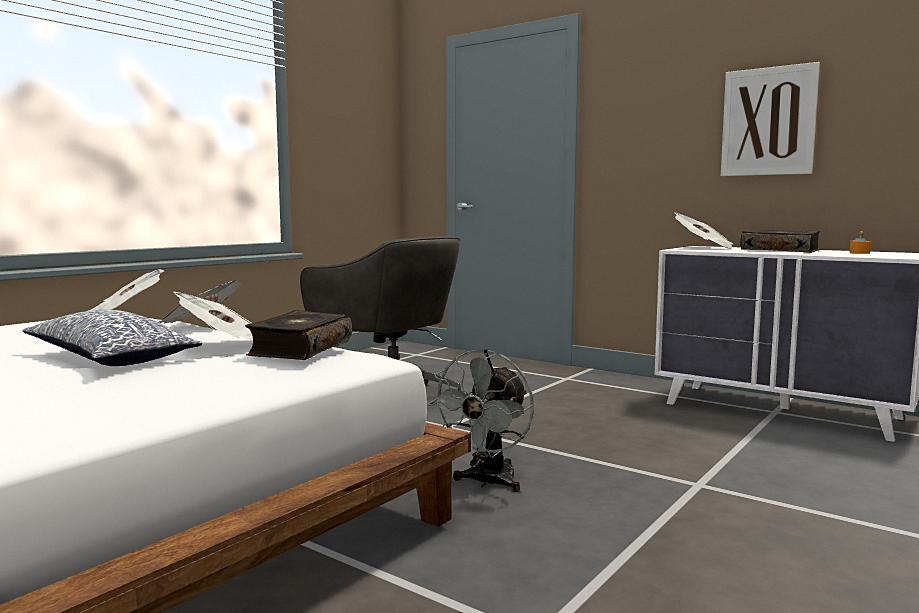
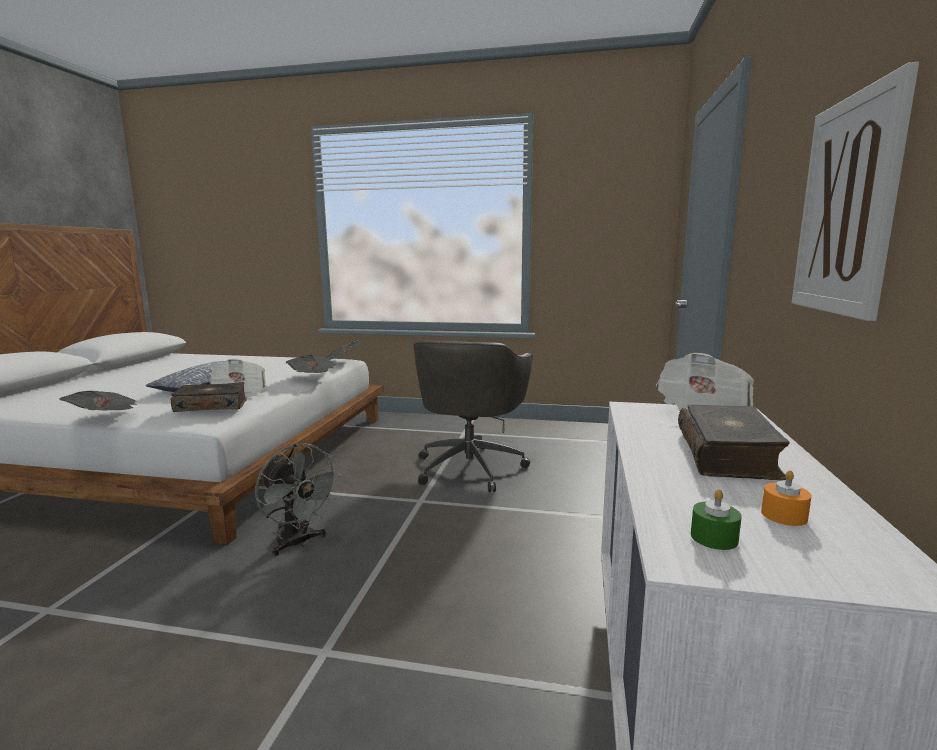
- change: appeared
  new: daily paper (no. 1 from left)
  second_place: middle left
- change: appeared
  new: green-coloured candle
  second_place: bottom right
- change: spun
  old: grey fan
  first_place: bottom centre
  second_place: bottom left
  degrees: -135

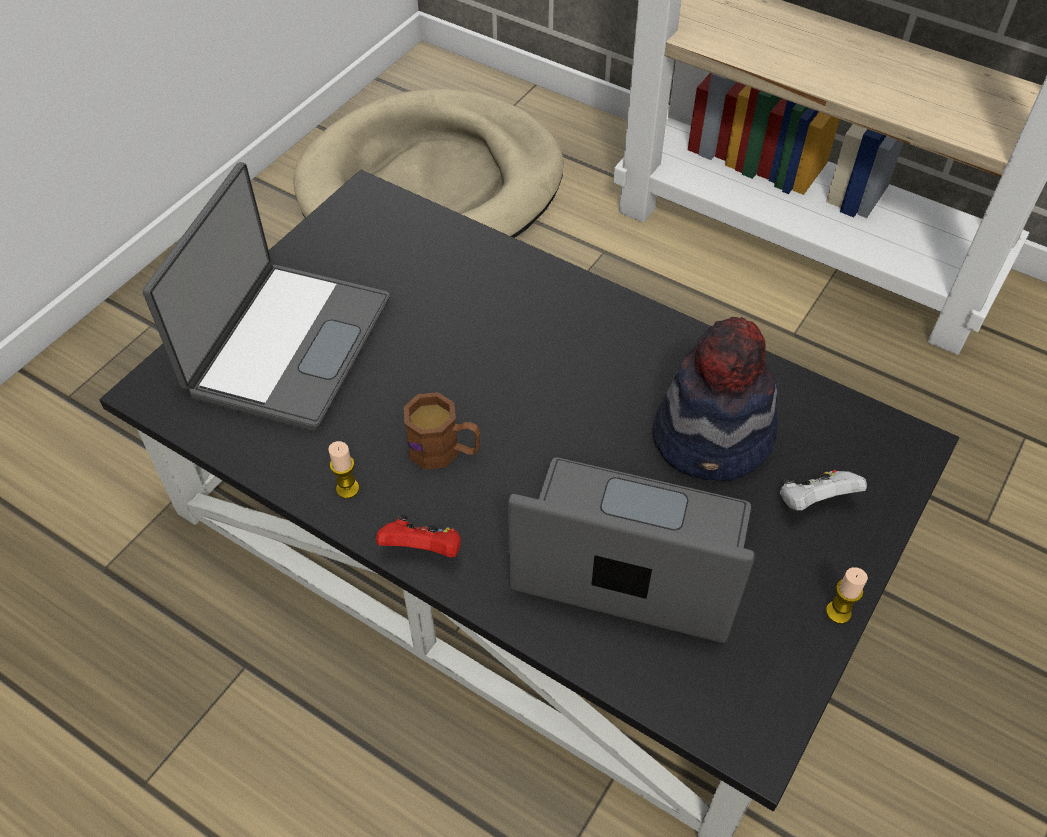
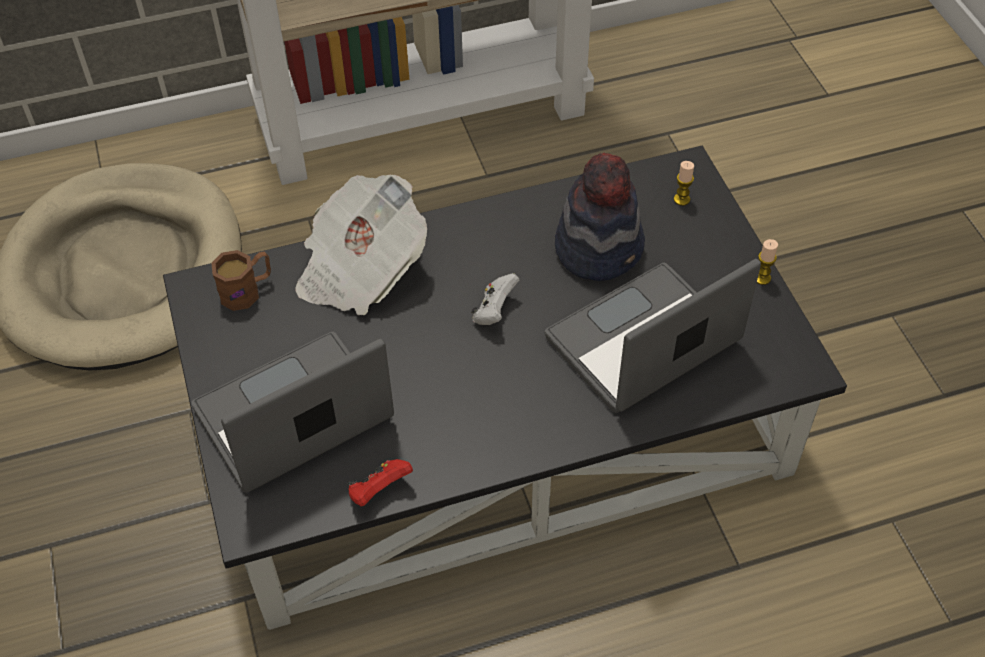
- change: appeared
  new: daily paper
  second_place: centre
- change: relocated
  old: candle (no. 1 from left)
  first_place: middle left
  second_place: top right
- change: relocated
  old: reddish gamepad
  first_place: centre
  second_place: bottom centre
- change: relocated
  old: brown mug
  first_place: centre
  second_place: middle left
- change: relocated
  old: white gamepad
  first_place: middle right
  second_place: centre
- change: spun
  old: laptop (no. 1 from left)
  first_place: middle left
  second_place: middle left
  degrees: -90

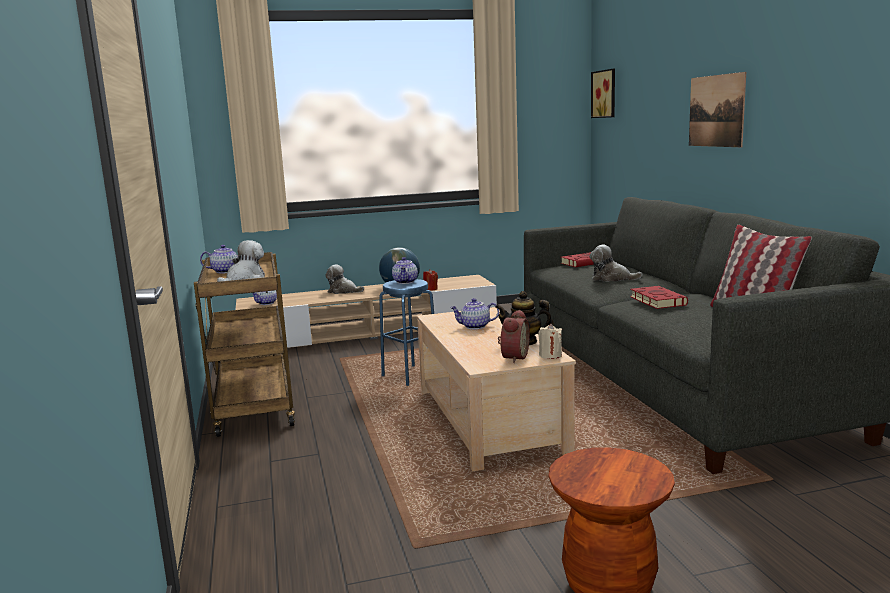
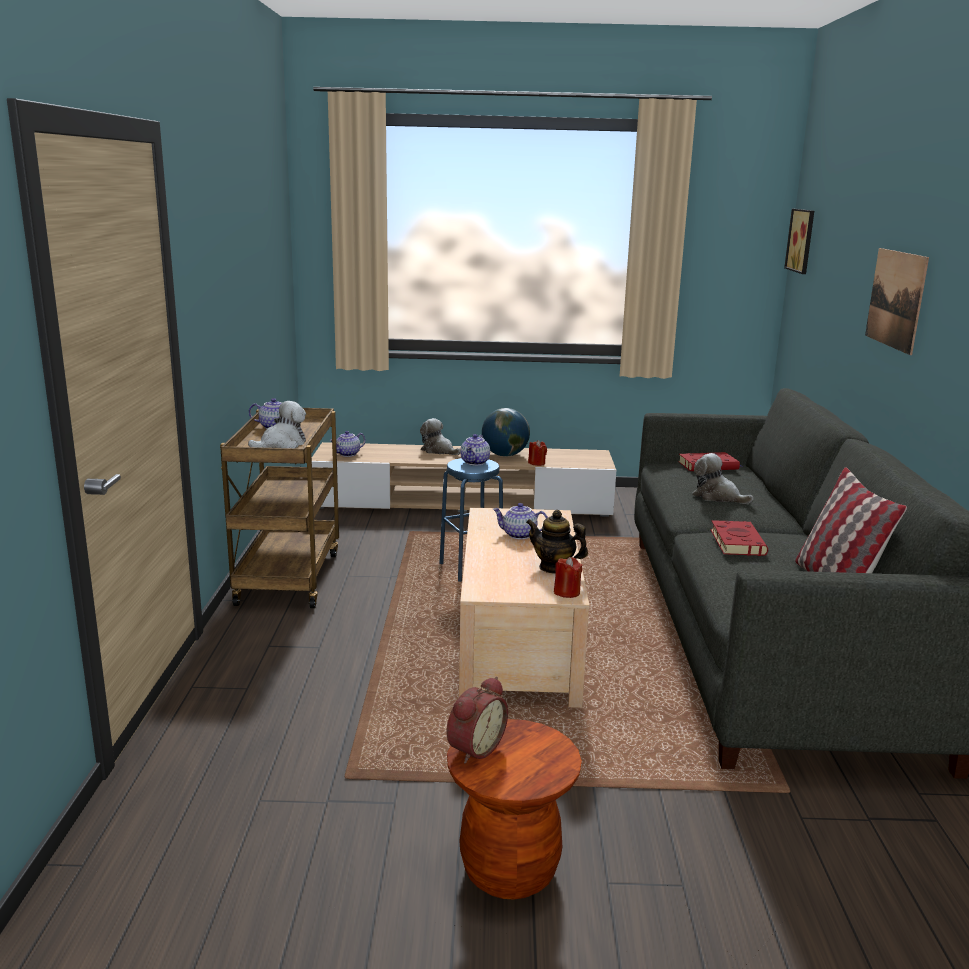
- change: relocated
  old: alarm clock
  first_place: centre
  second_place: bottom centre
- change: colour
  old: sand-coloured candle
  new: reddish candle (no. 2 from left)
  first_place: centre
  second_place: centre

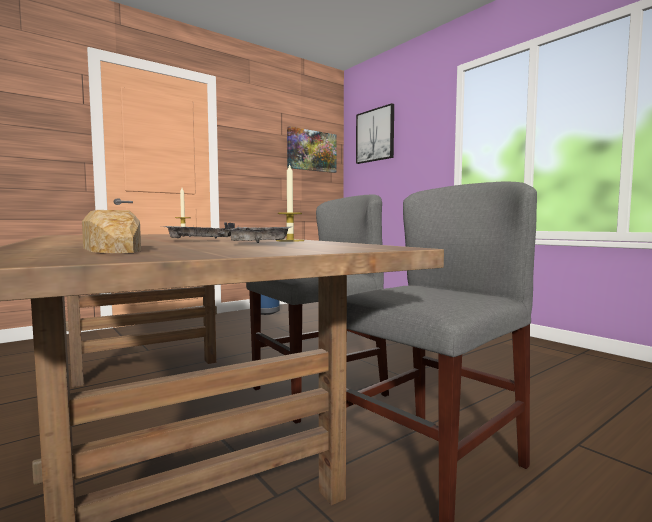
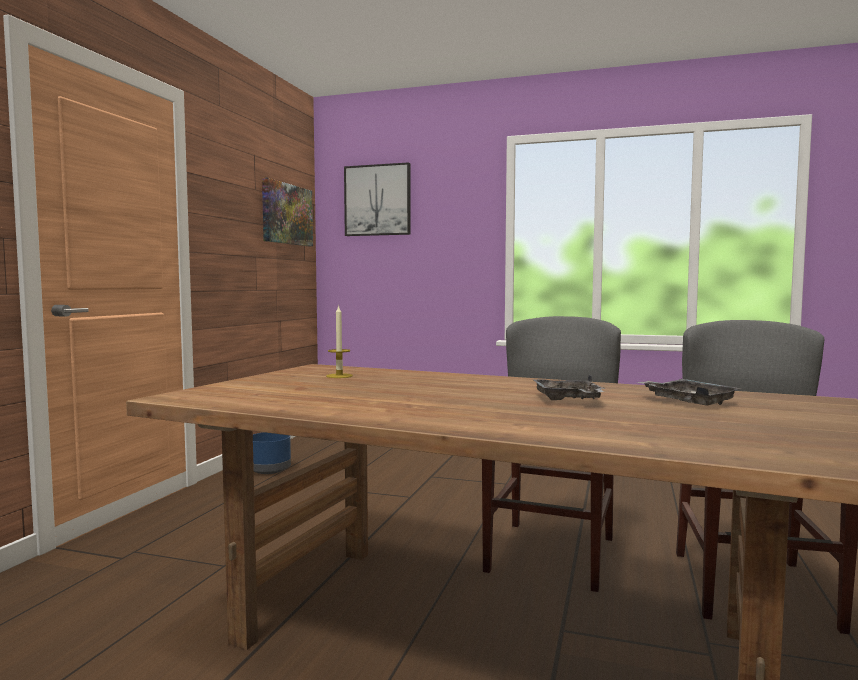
- change: missing
  old: baked bread
  first_place: middle left
- change: missing
  old: candle (no. 2 from left)
  first_place: centre

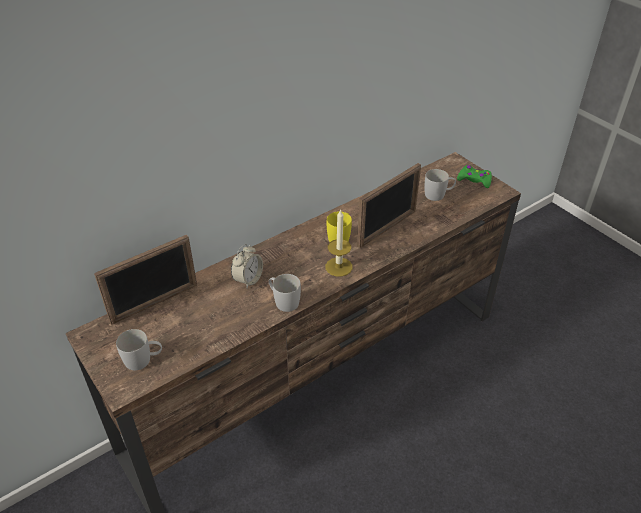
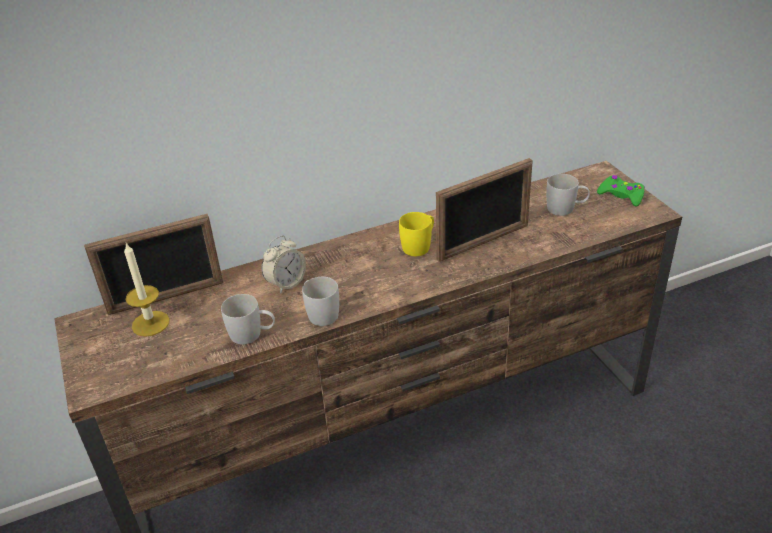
- change: relocated
  old: white mug (no. 1 from left)
  first_place: bottom left
  second_place: middle left
- change: relocated
  old: candle
  first_place: centre
  second_place: middle left

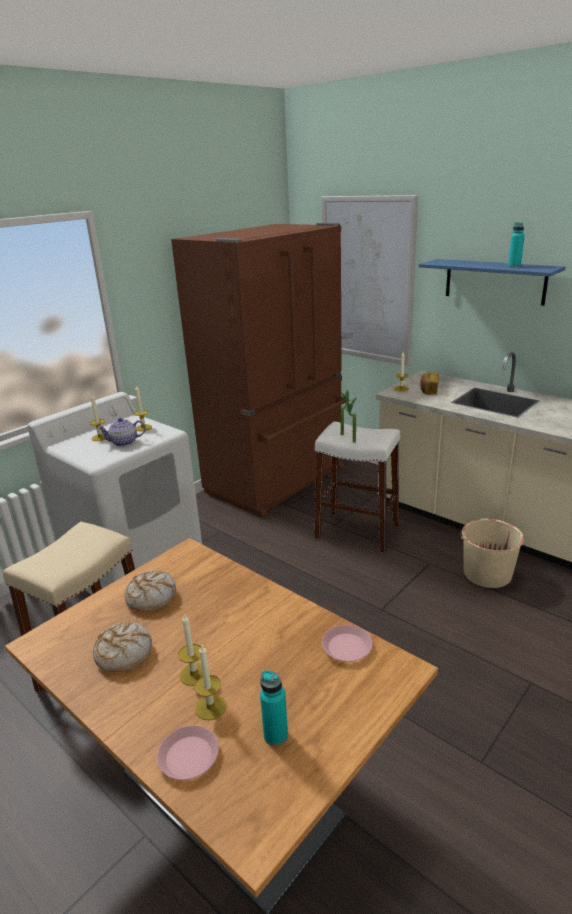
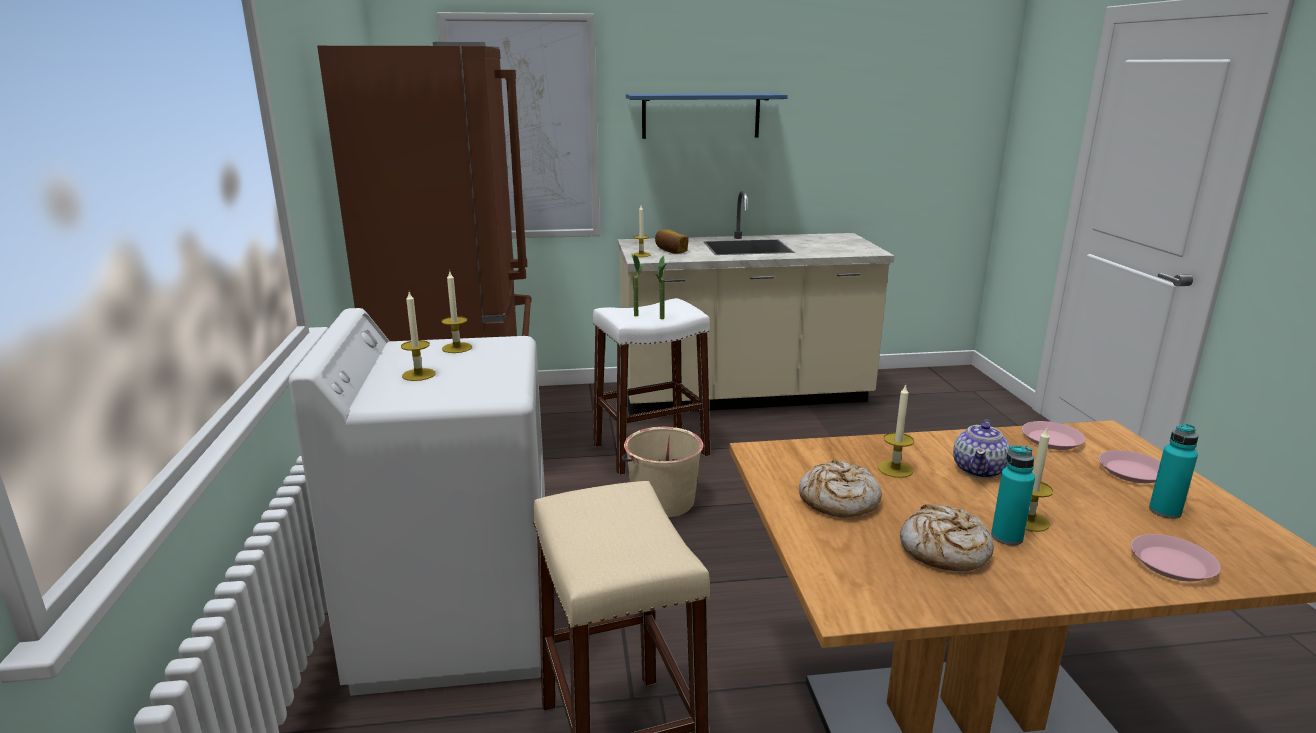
- change: appeared
  new: pinkish dinner plate (no. 2 from left)
  second_place: middle right
- change: relocated
  old: tea pot
  first_place: middle left
  second_place: middle right
- change: relocated
  old: candle (no. 4 from left)
  first_place: bottom centre
  second_place: middle right
- change: relocated
  old: sand-coloured pail
  first_place: middle right
  second_place: centre
- change: relocated
  old: turquoise-coloured drink bottle (no. 2 from left in the first image)
  new: turquoise-coloured drink bottle (no. 1 from left)
  first_place: top right
  second_place: bottom right

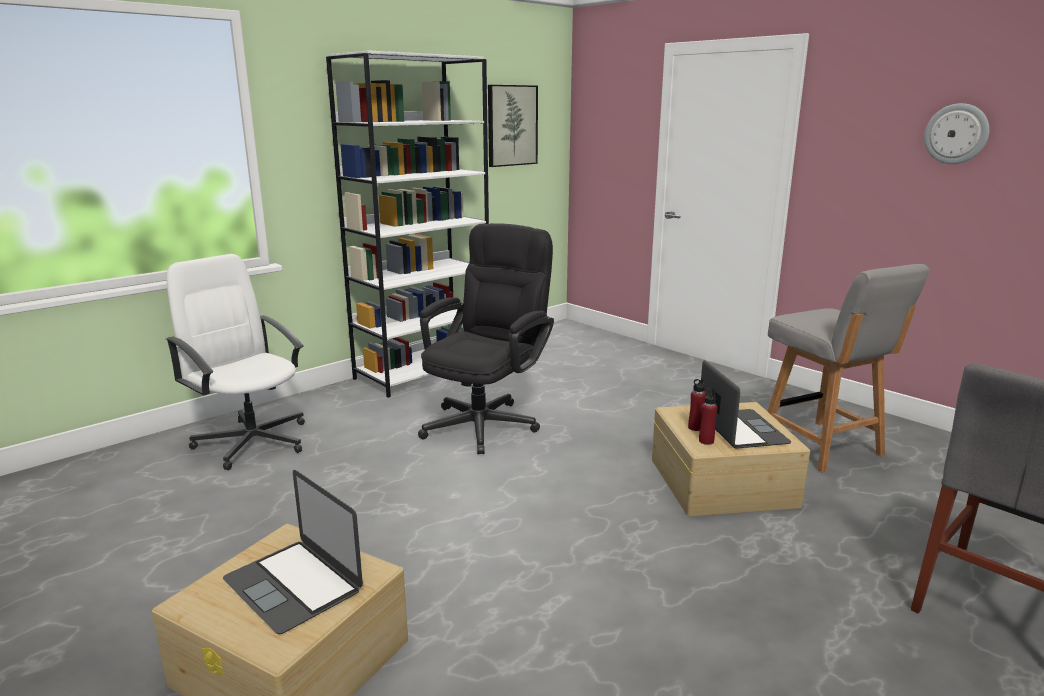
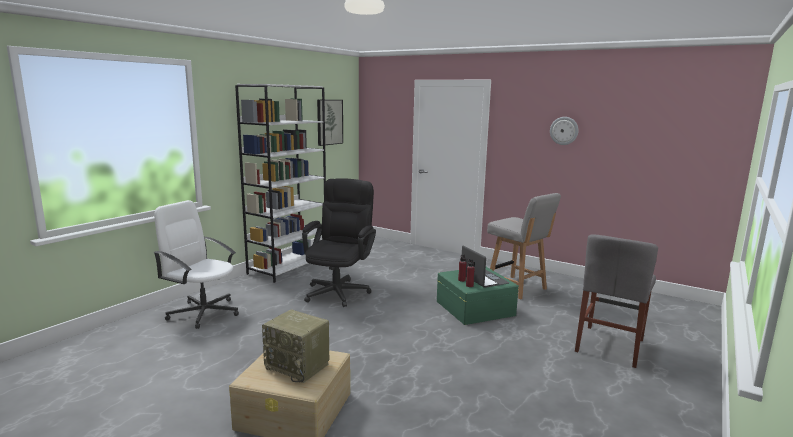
- change: exchanged
  old: laptop (no. 1 from left)
  new: radio set
  first_place: bottom left
  second_place: bottom centre
- change: colour
  old: sand-coloured storage box (no. 2 from left)
  new: green-coloured storage box
  first_place: middle right
  second_place: bottom centre

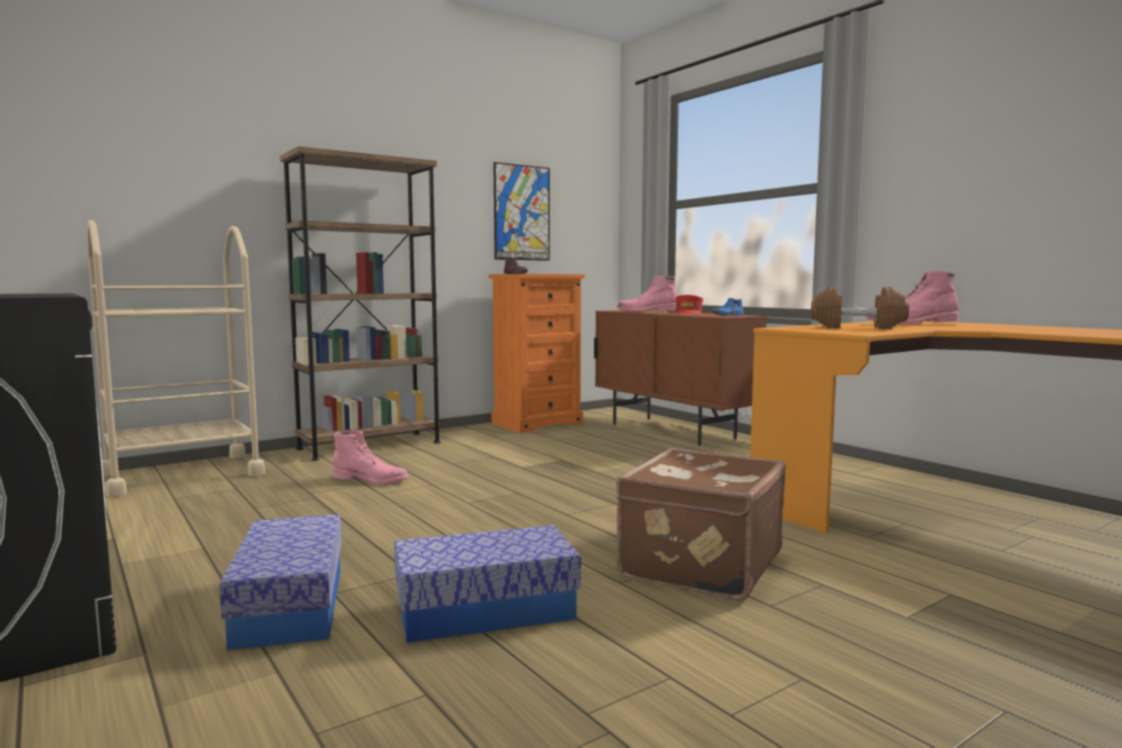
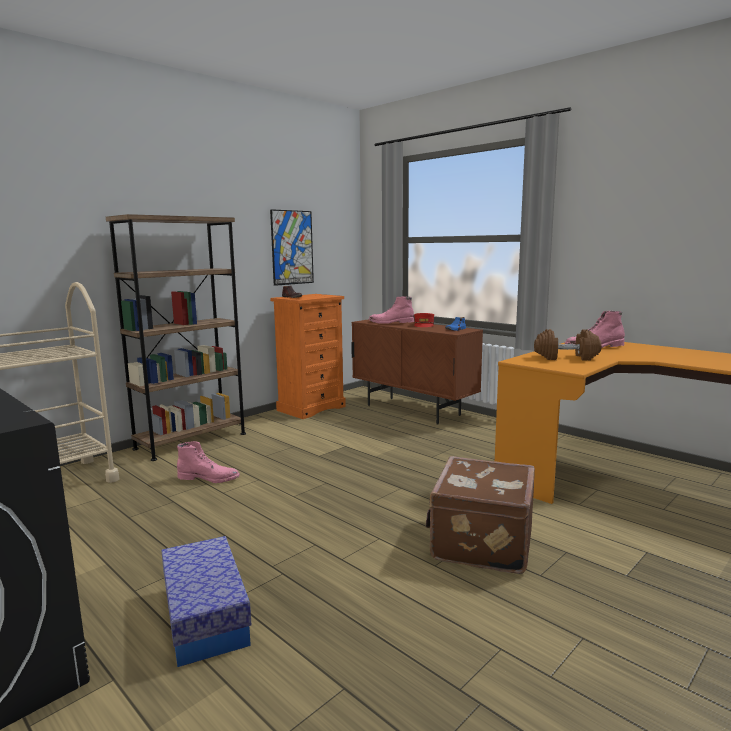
- change: missing
  old: storage box (no. 2 from left)
  first_place: bottom centre

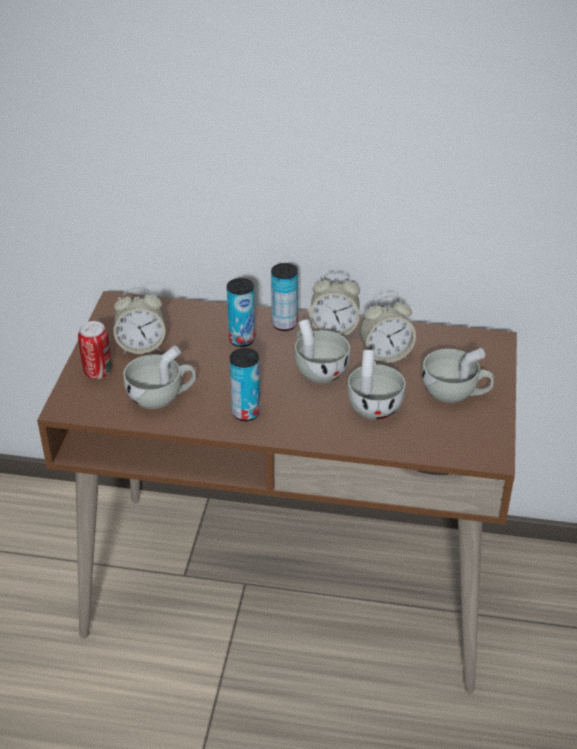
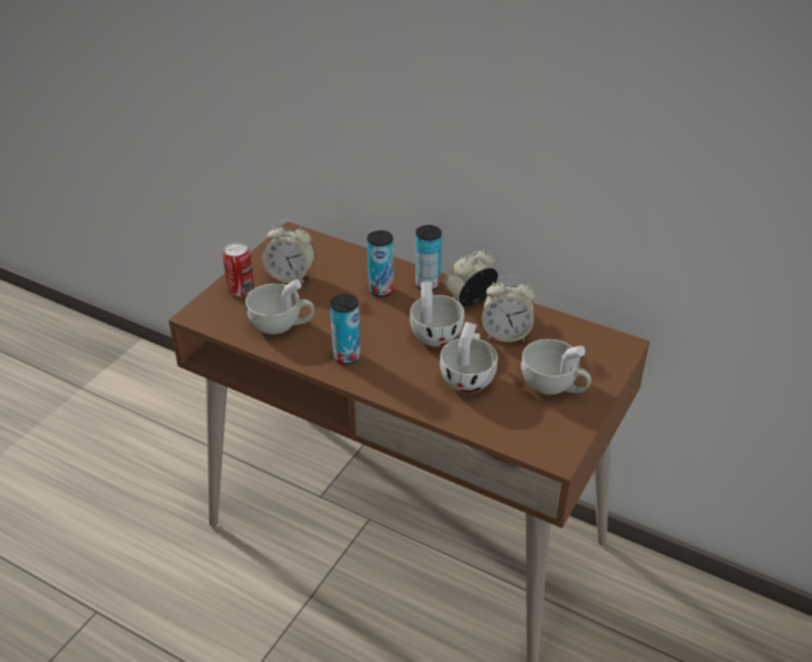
- change: spun
  old: alarm clock (no. 2 from left)
  first_place: centre
  second_place: centre
  degrees: 120

